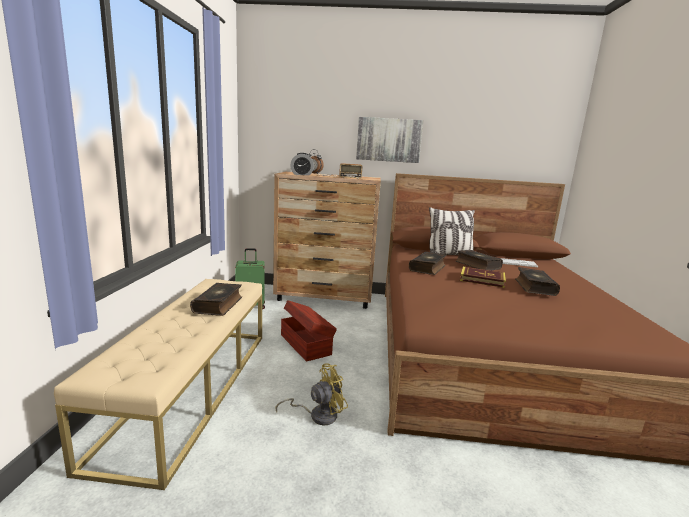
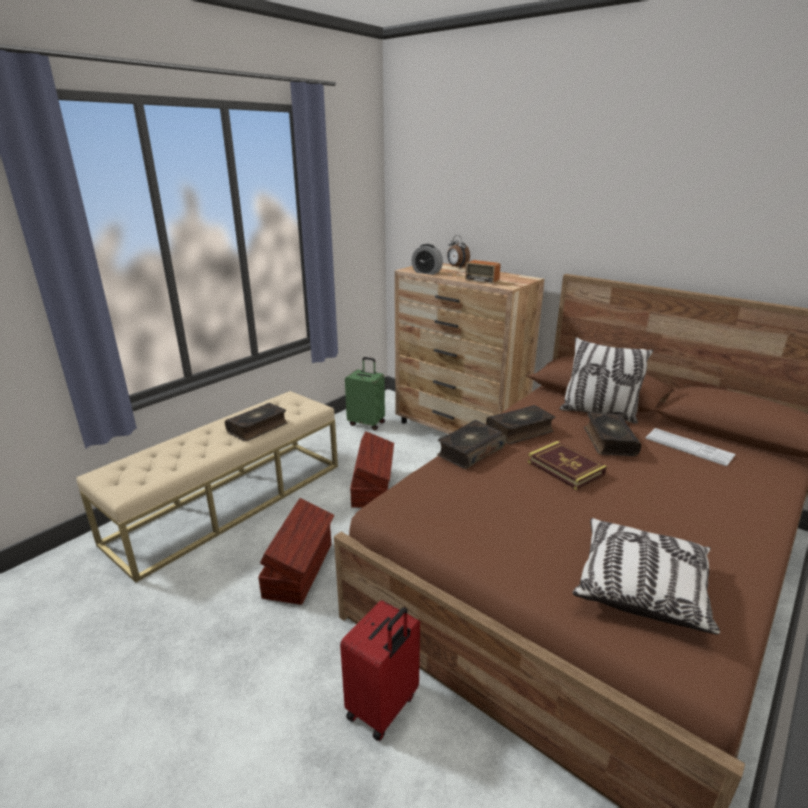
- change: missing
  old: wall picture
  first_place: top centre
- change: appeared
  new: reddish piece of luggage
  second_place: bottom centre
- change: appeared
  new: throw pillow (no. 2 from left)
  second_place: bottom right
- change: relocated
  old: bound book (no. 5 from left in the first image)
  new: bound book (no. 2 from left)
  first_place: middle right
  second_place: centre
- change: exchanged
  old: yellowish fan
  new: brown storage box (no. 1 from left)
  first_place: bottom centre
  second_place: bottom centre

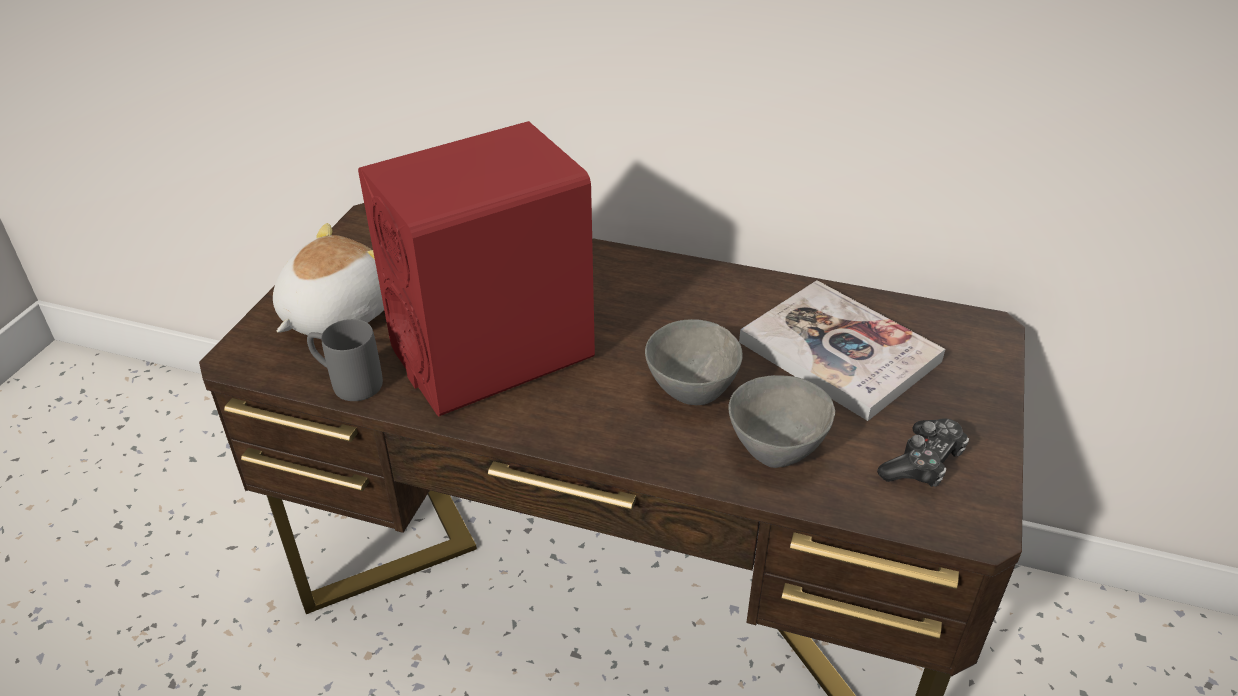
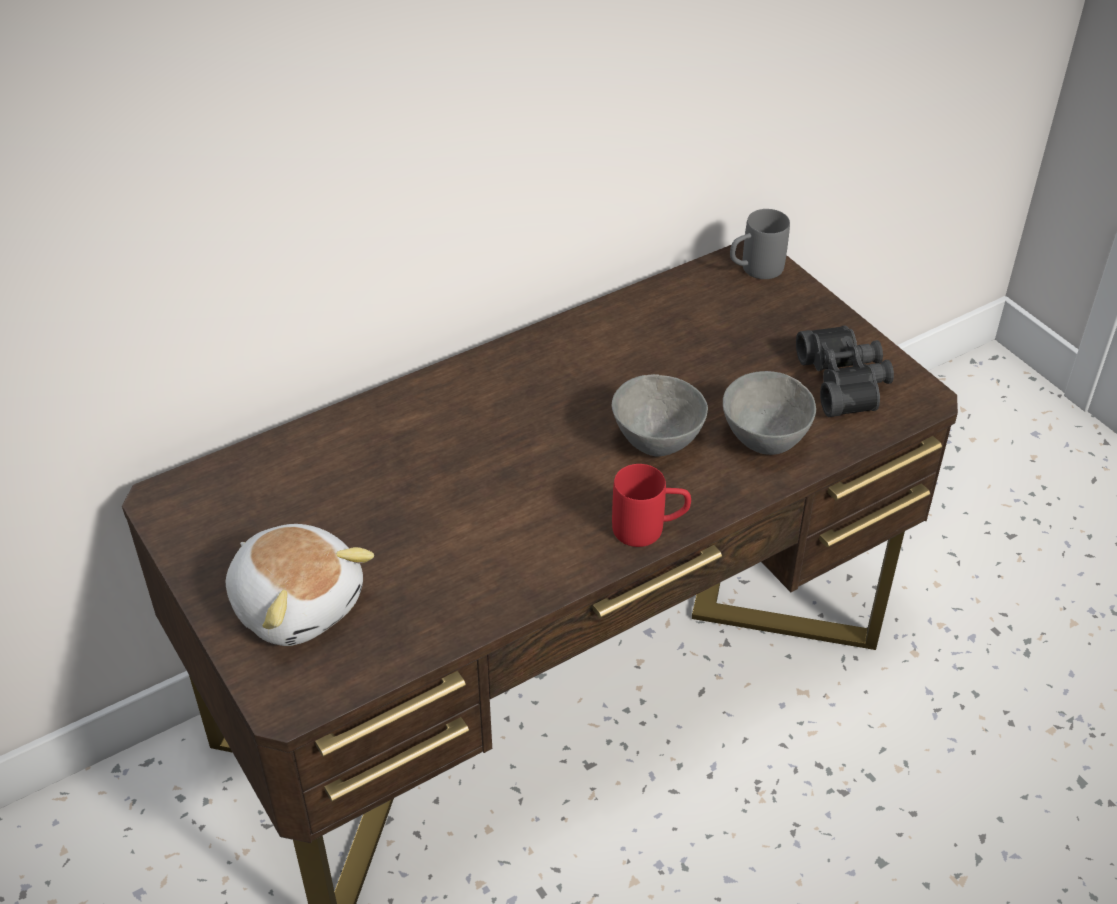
- change: missing
  old: reddish loudspeaker
  first_place: centre
- change: missing
  old: bound book
  first_place: middle right
- change: appeared
  new: reddish mug
  second_place: centre
- change: relocated
  old: grey mug
  first_place: middle left
  second_place: top right
- change: exchanged
  old: gamepad
  new: black field glasses
  first_place: middle right
  second_place: middle right
- change: spun
  old: soft toy
  first_place: middle left
  second_place: middle left
  degrees: 150

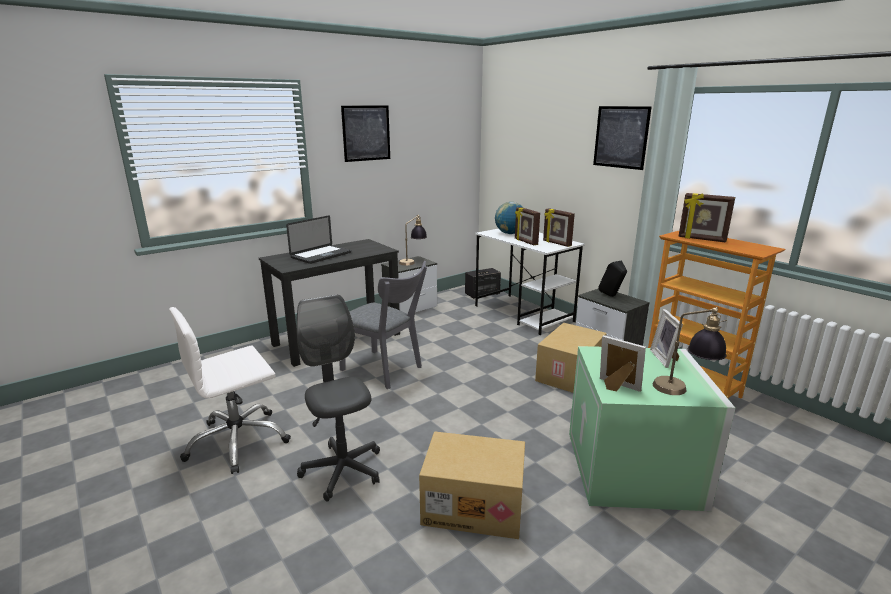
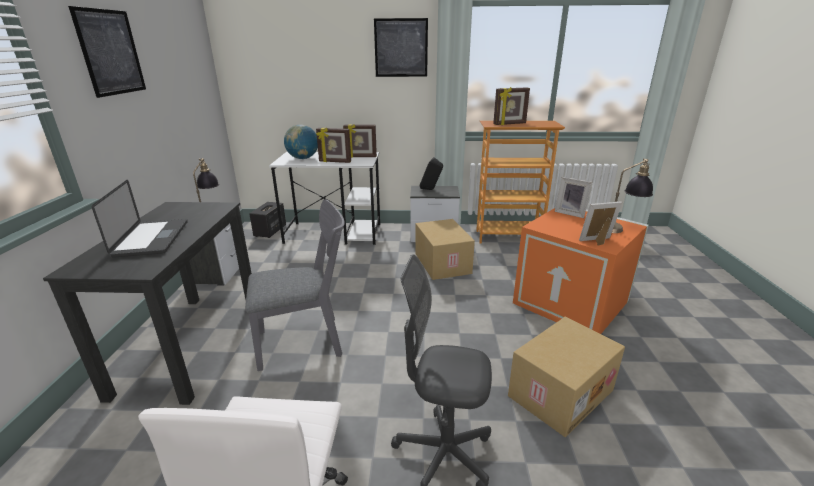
- change: colour
  old: green-coloured storage box
  new: orangey storage box
  first_place: bottom right
  second_place: middle right

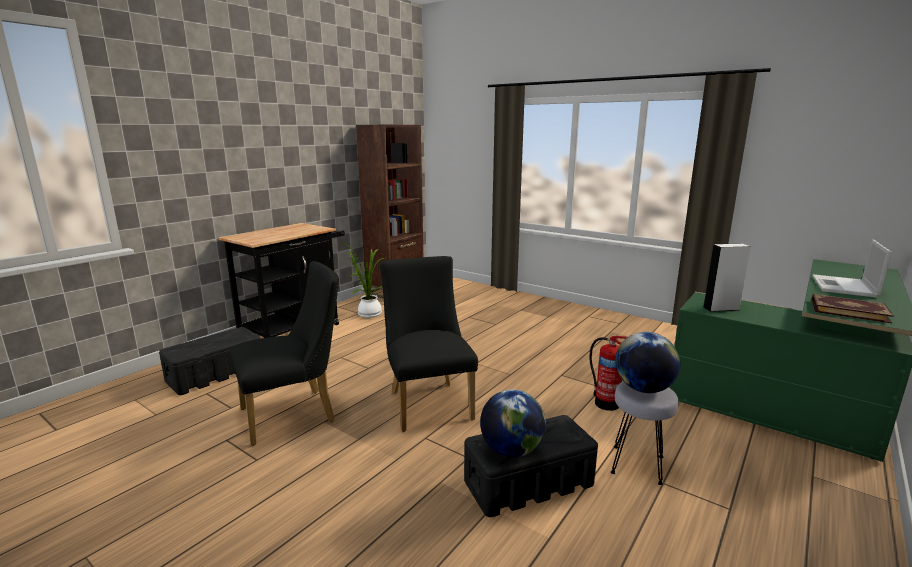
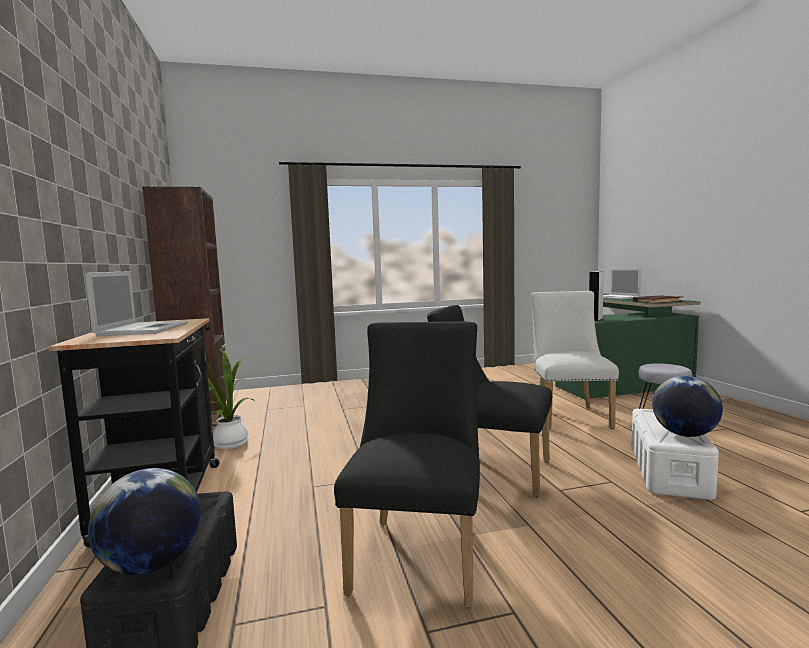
- change: appeared
  new: laptop (no. 1 from left)
  second_place: middle left
- change: relocated
  old: desk globe (no. 2 from left in the first image)
  new: desk globe (no. 1 from left)
  first_place: middle right
  second_place: bottom left
- change: exchanged
  old: extinguisher
  new: white plain chair
  first_place: middle right
  second_place: middle right
- change: colour
  old: black storage box (no. 2 from left)
  new: white storage box
  first_place: bottom centre
  second_place: bottom right

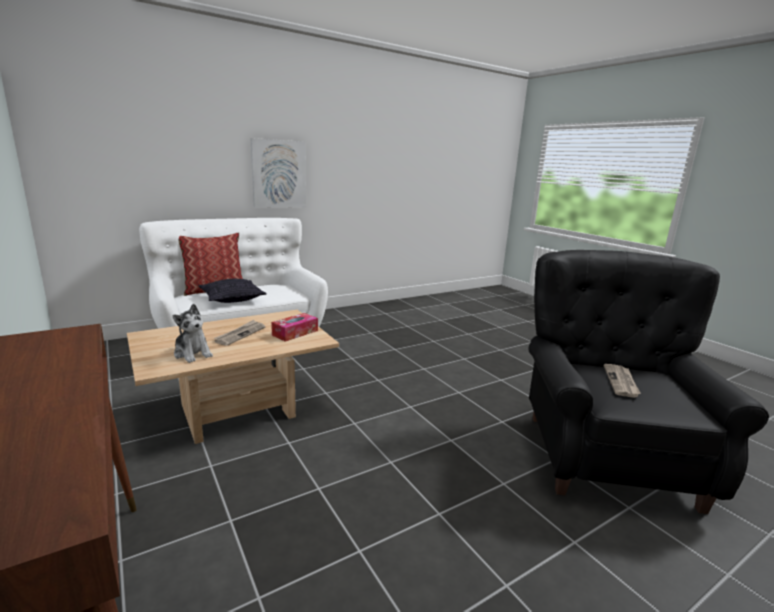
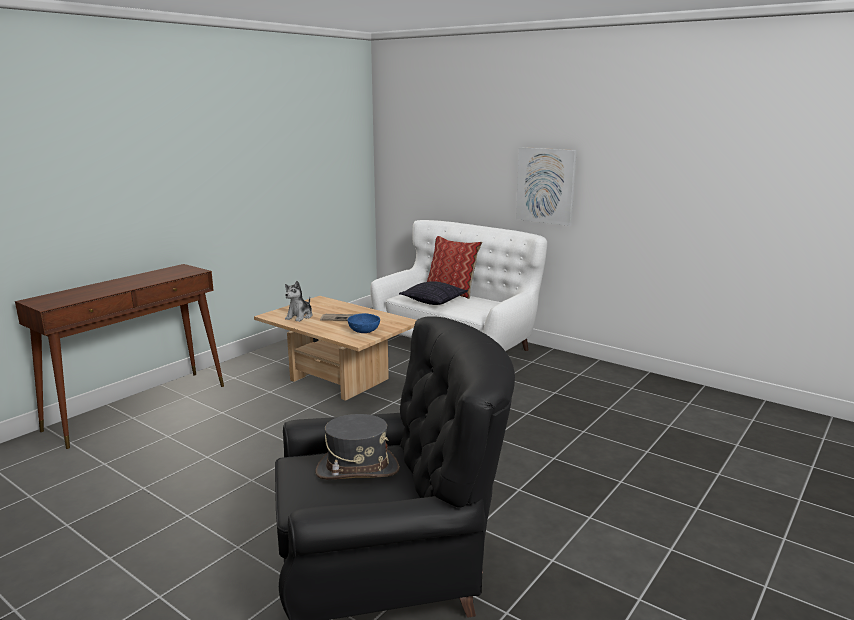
- change: exchanged
  old: tissue holder
  new: bluish deep dish
  first_place: centre
  second_place: centre
- change: exchanged
  old: daily paper (no. 2 from left)
  new: grey wearable hat
  first_place: middle right
  second_place: bottom centre

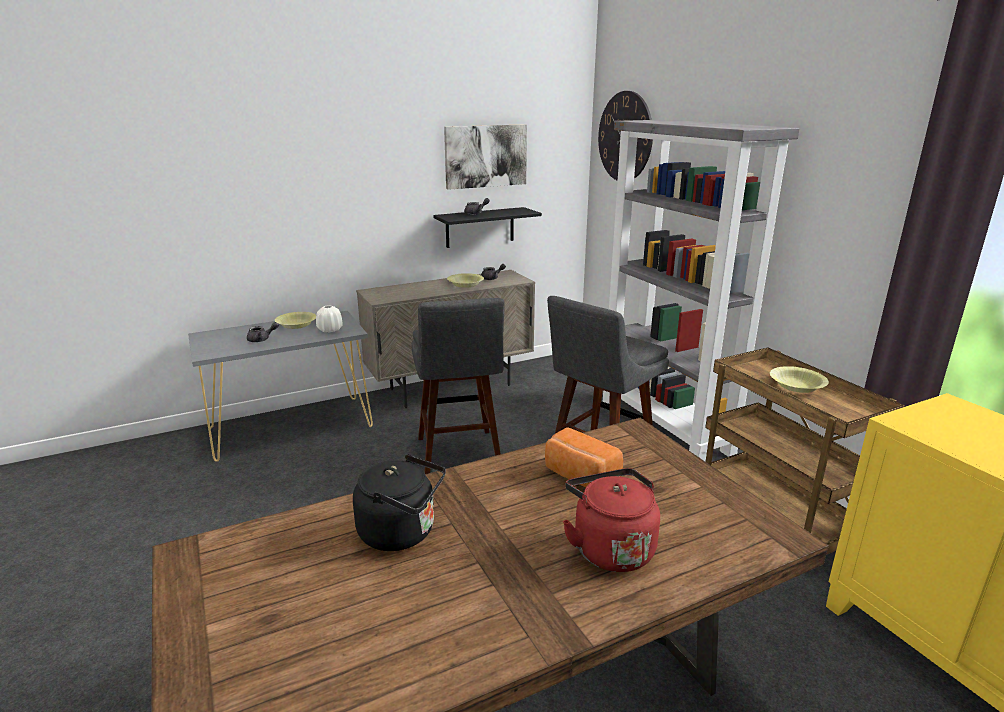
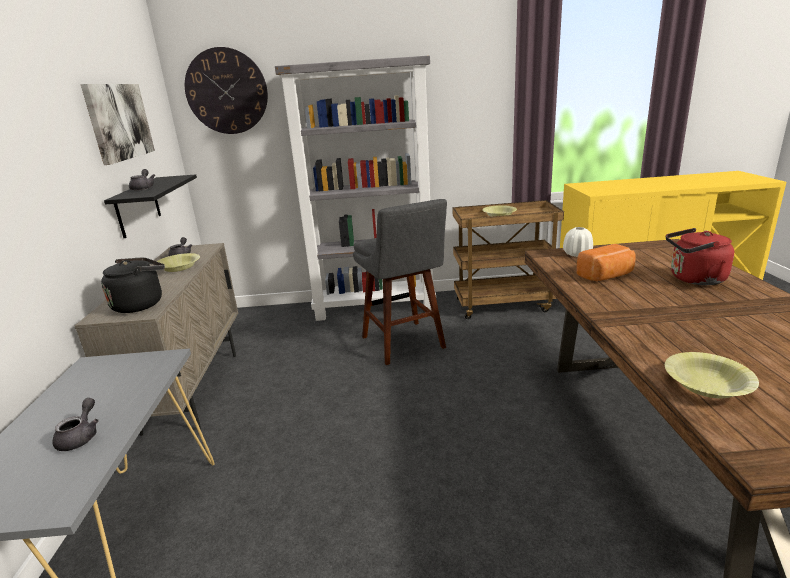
- change: missing
  old: grey stool seat (no. 1 from left)
  first_place: centre
- change: relocated
  old: yellowish deep dish (no. 1 from left in the first image)
  new: yellowish deep dish (no. 3 from left)
  first_place: middle left
  second_place: middle right
- change: relocated
  old: white flower vase
  first_place: middle left
  second_place: middle right
- change: relocated
  old: black kettle
  first_place: bottom centre
  second_place: middle left

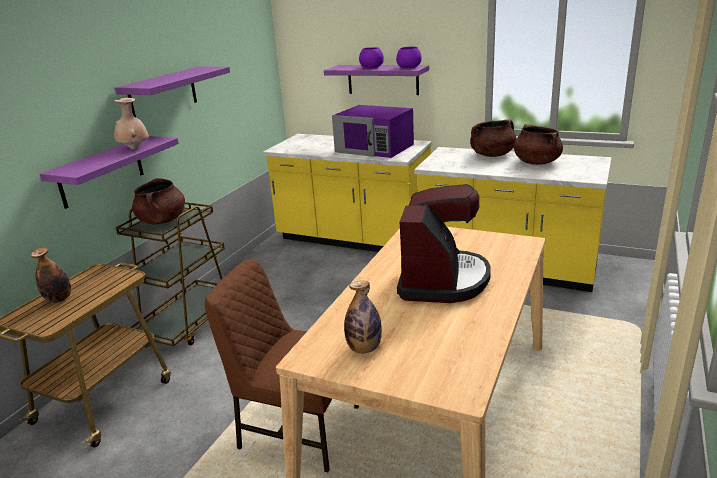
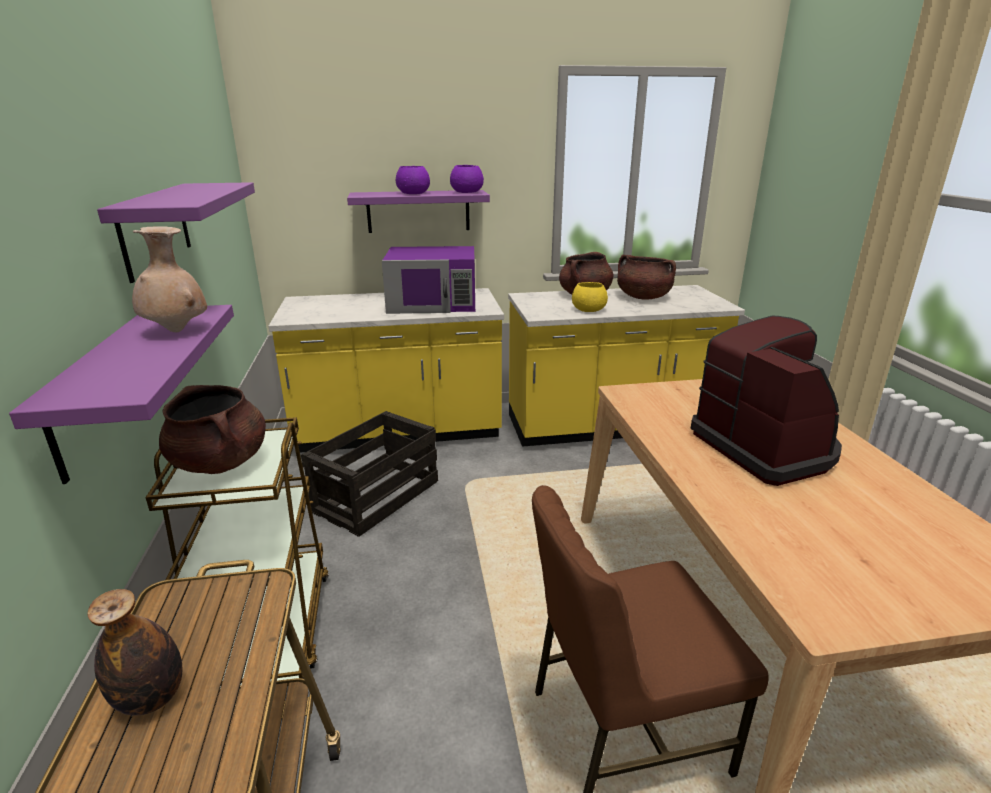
- change: missing
  old: drink bottle (no. 2 from left)
  first_place: centre
- change: appeared
  new: shipping crate
  second_place: centre
- change: appeared
  new: yellowish deep dish
  second_place: centre

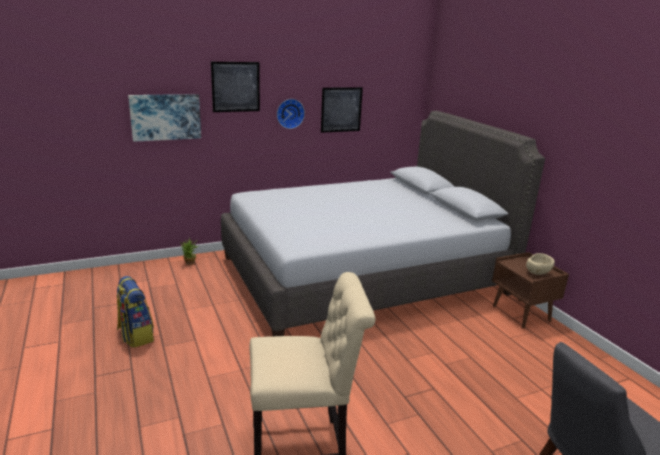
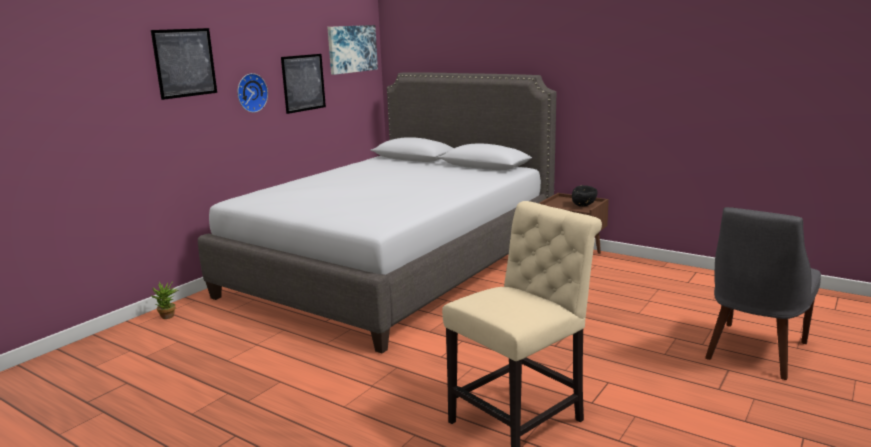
- change: missing
  old: rucksack
  first_place: bottom left
- change: relocated
  old: wall picture (no. 1 from left in the first image)
  new: wall picture (no. 3 from left)
  first_place: top left
  second_place: top centre
- change: colour
  old: sand-coloured deep dish
  new: black deep dish
  first_place: middle right
  second_place: middle right

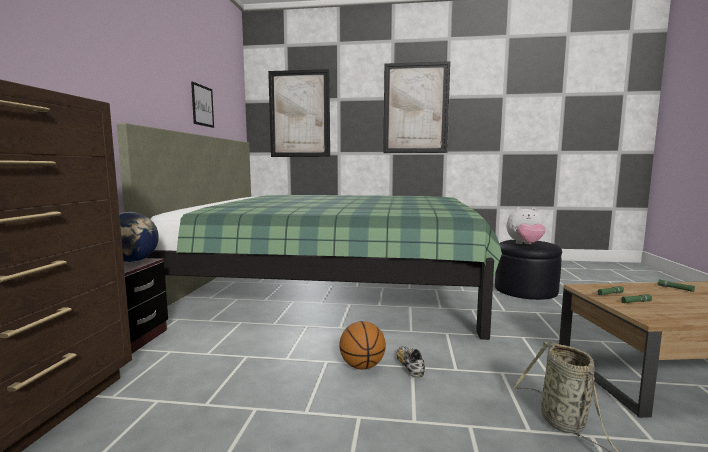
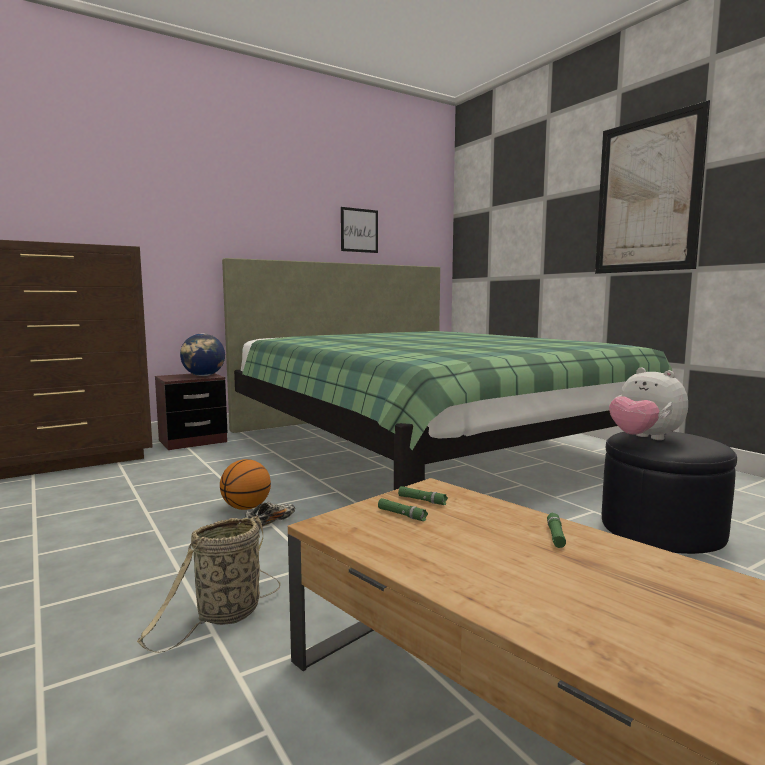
- change: missing
  old: wall picture (no. 2 from left)
  first_place: top centre

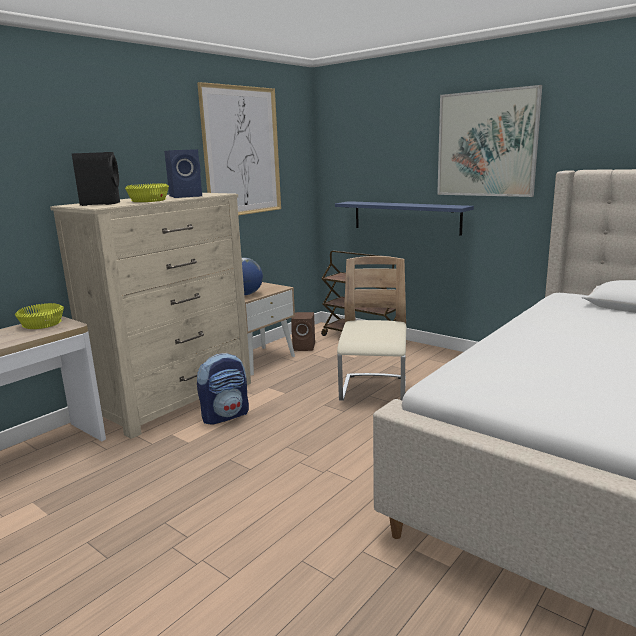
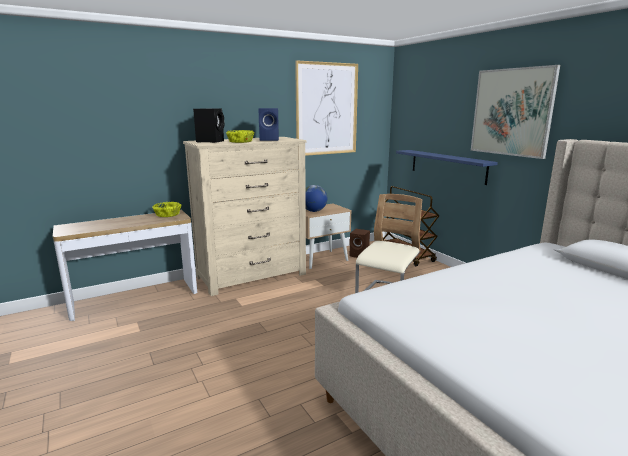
- change: missing
  old: rucksack
  first_place: centre

